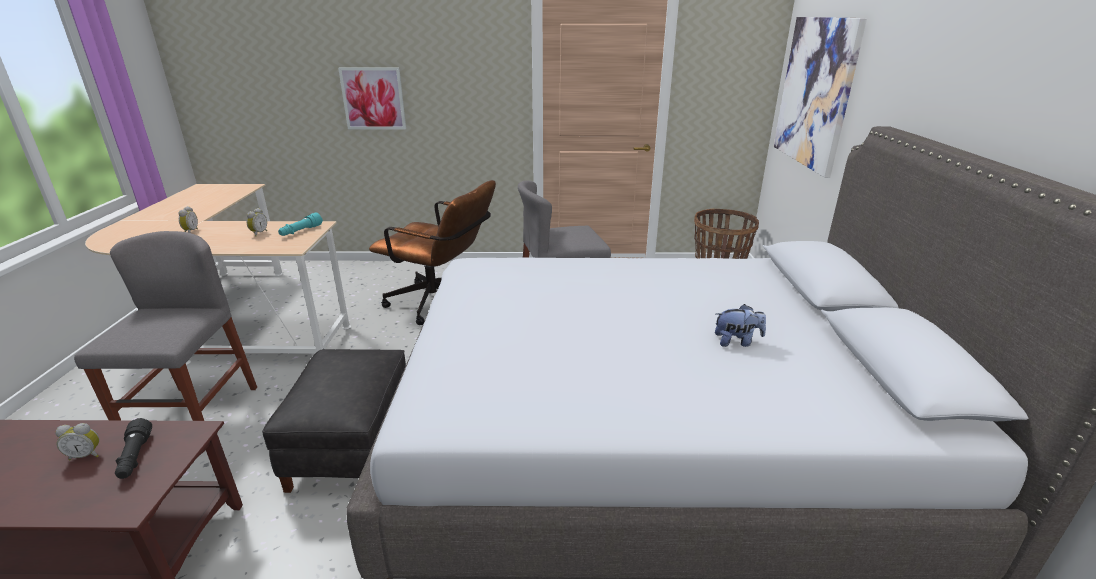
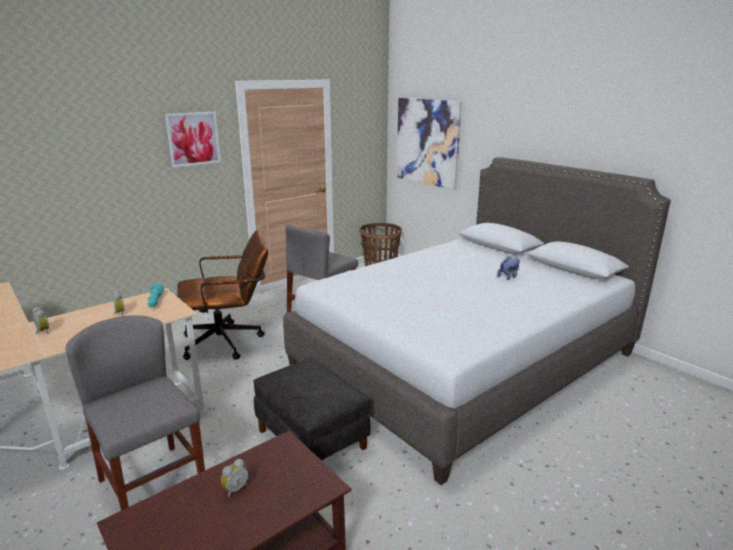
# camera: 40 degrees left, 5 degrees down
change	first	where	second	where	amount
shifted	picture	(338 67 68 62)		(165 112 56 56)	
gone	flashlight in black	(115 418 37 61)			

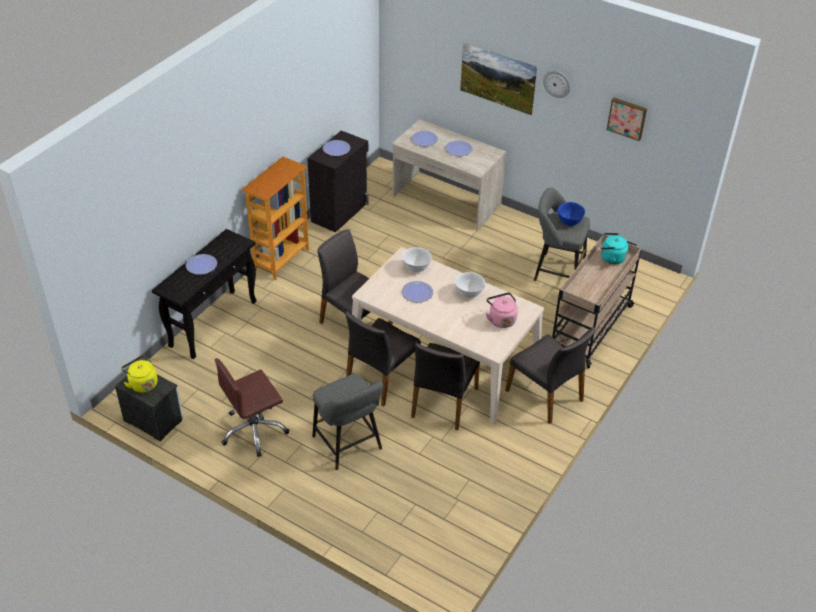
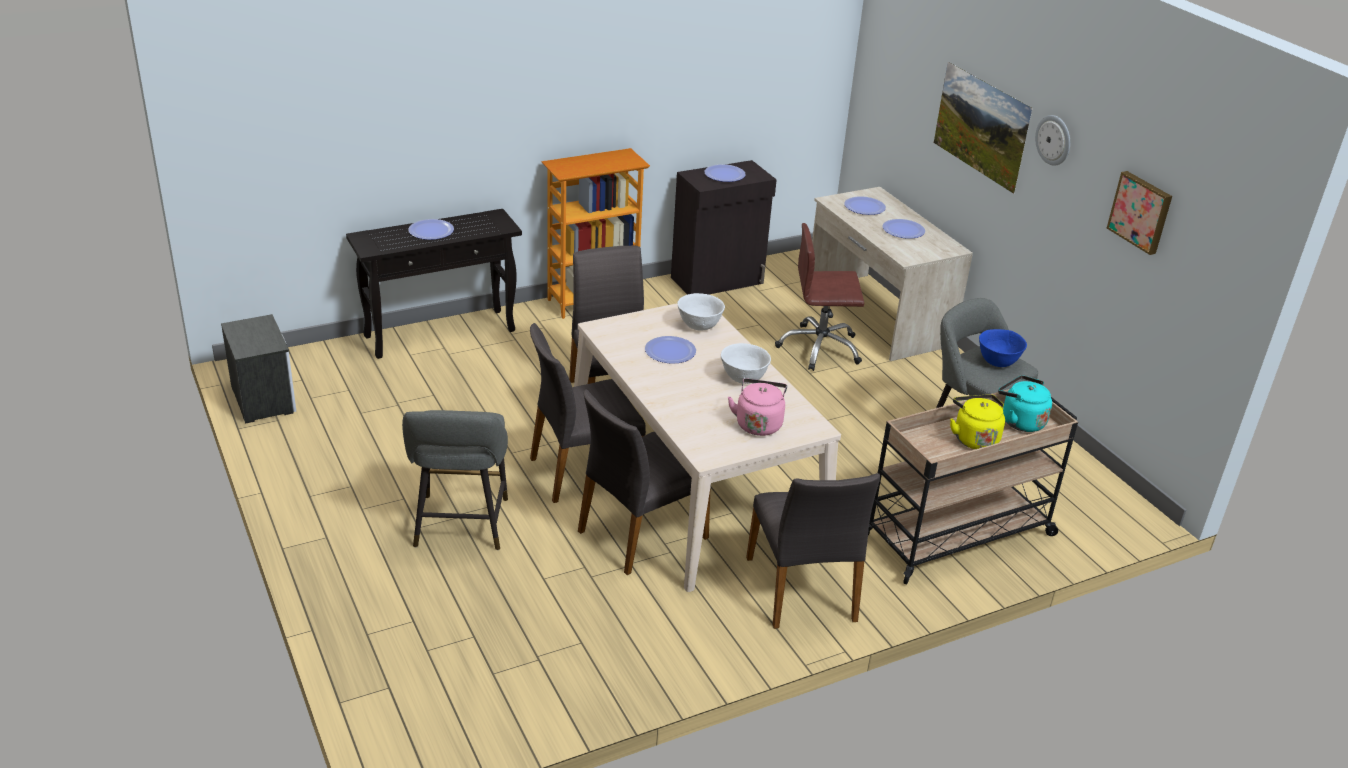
# camera: 30 degrees right, 10 degrees down
change	first	where	second	where	amount
shifted	kettle in yellow	(121 355 37 38)		(950 394 55 55)	
shifted	office chair in brown	(215 358 74 99)		(775 223 89 148)	

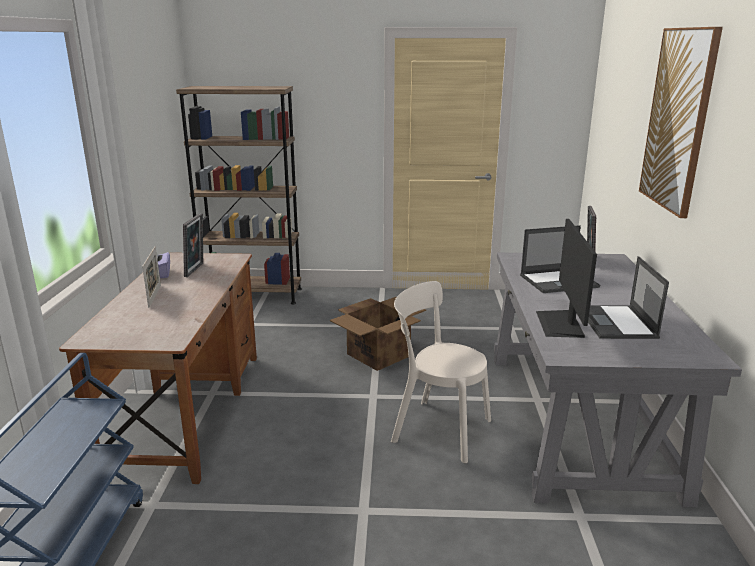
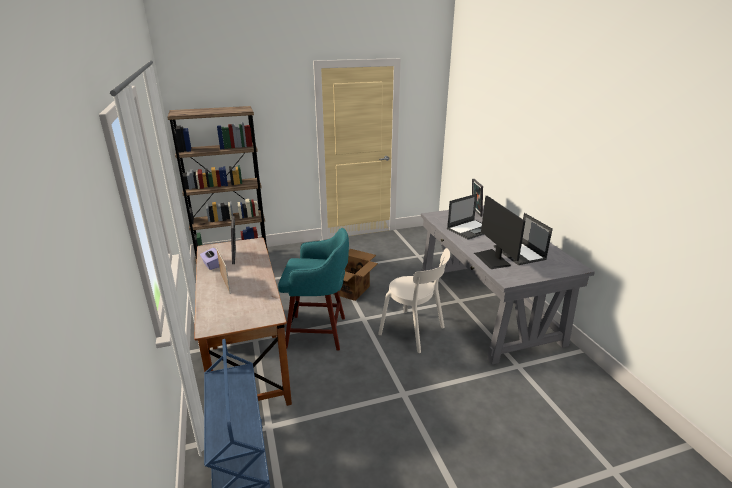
# camera: 20 degrees left, 5 degrees up
change	first	where	second	where	amount
gone	picture	(639 27 84 191)			
rotated	chair in beige	(391 281 100 182)		(378 248 72 105)	150 degrees counterclockwise
new			stool in turquoise	(278 228 71 123)	

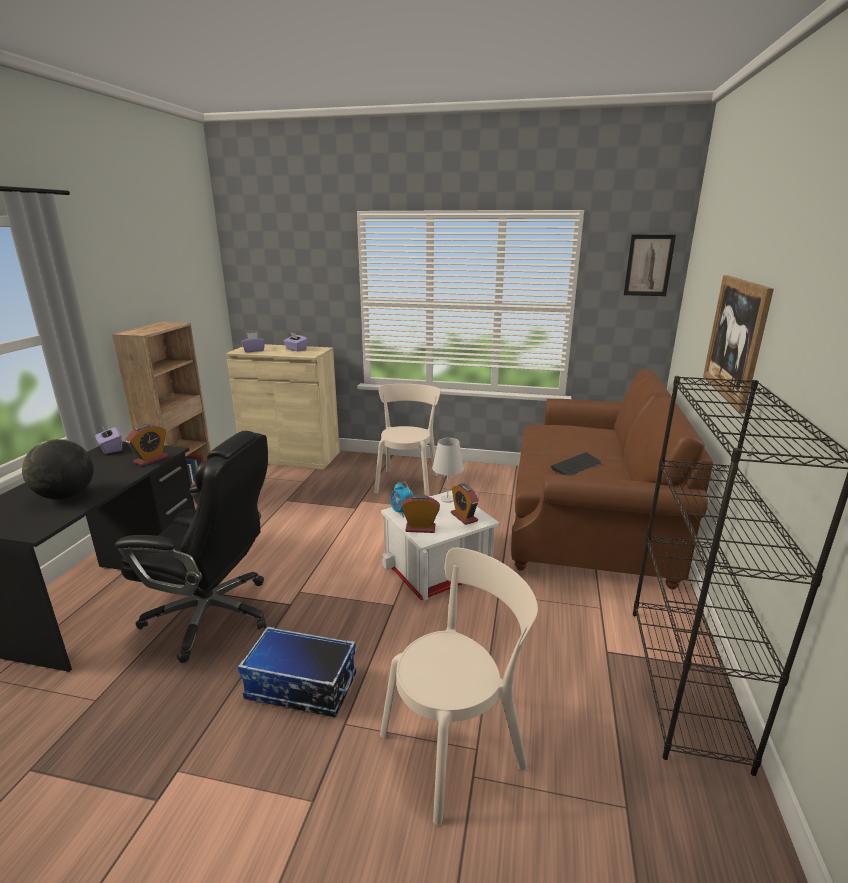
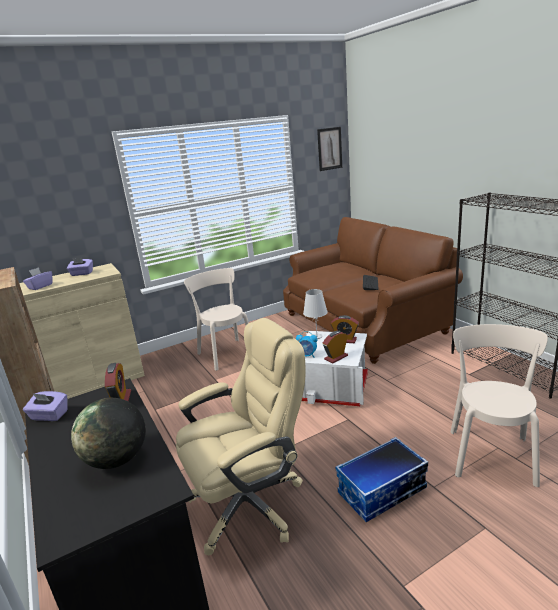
# camera: 40 degrees left, 0 degrees up
change	first	where	second	where	amount
gone	picture	(703 275 71 139)			
repainted	office chair in black	(115 431 153 232)	office chair in beige	(176 318 130 237)	

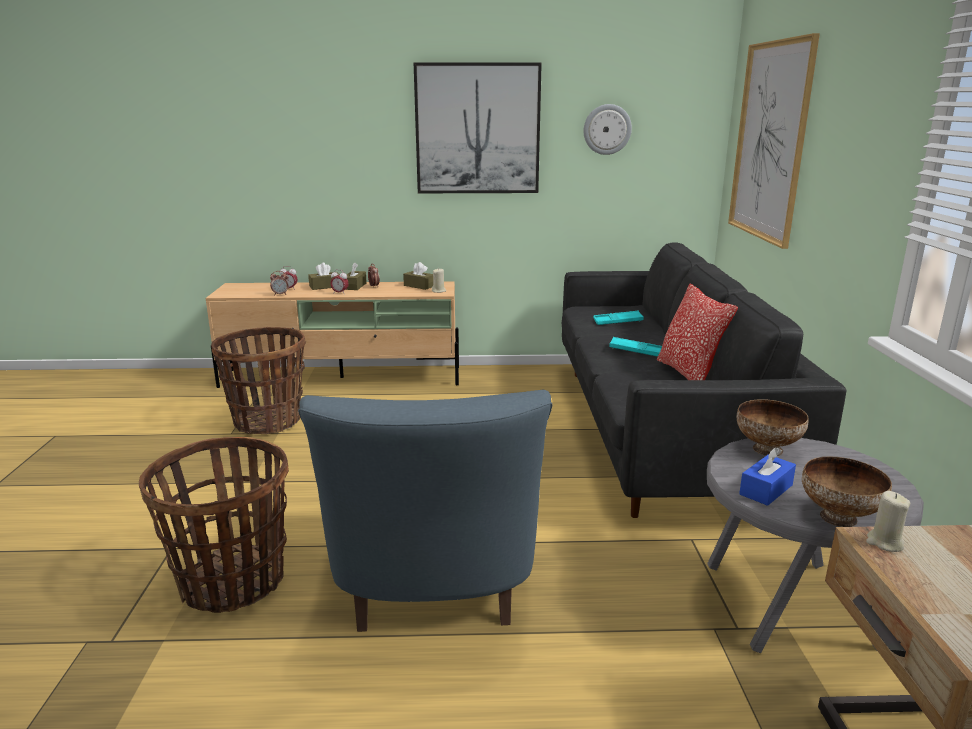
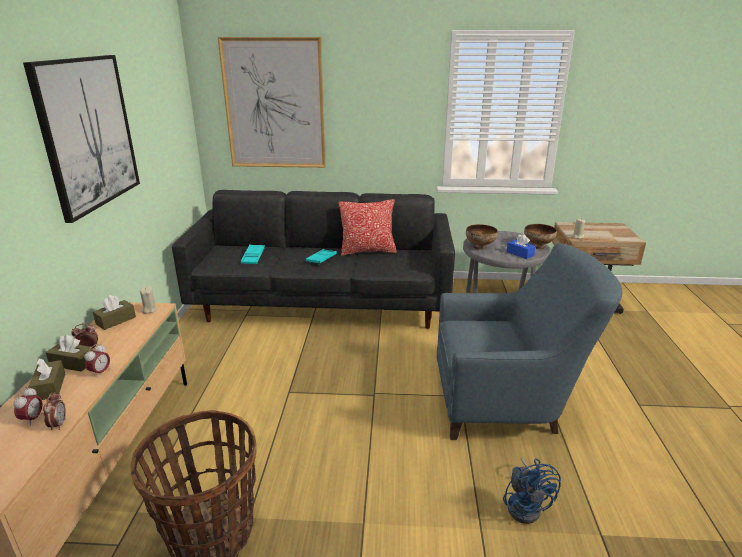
# camera: 85 degrees left, 5 degrees up
change	first	where	second	where	amount
gone	wall clock	(584 104 48 51)			
swapped	basket	(139 437 150 176)	fan in blue	(503 457 58 67)	

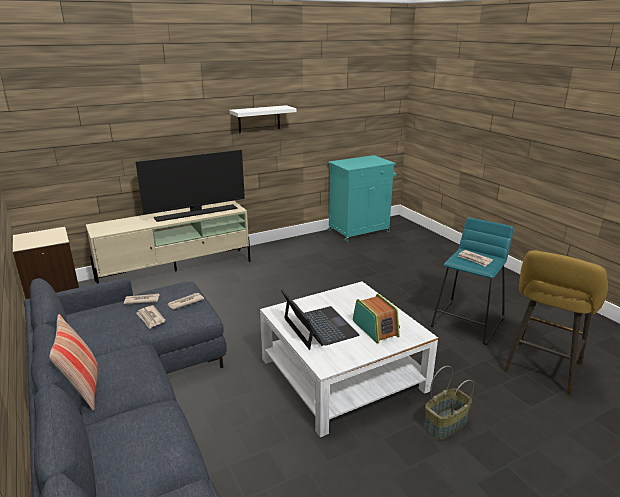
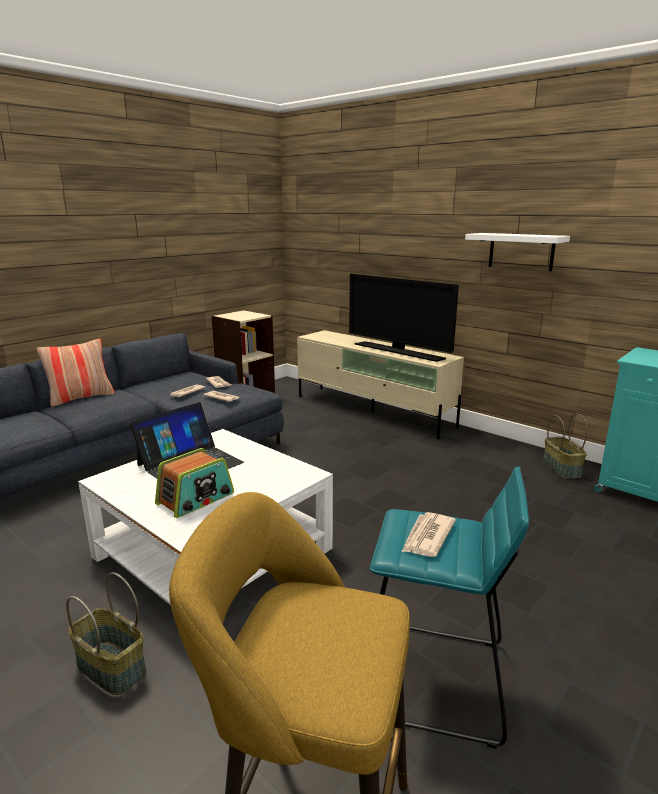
# camera: 70 degrees right, 5 degrees down
change	first	where	second	where	amount
new			basket	(543 414 44 65)	

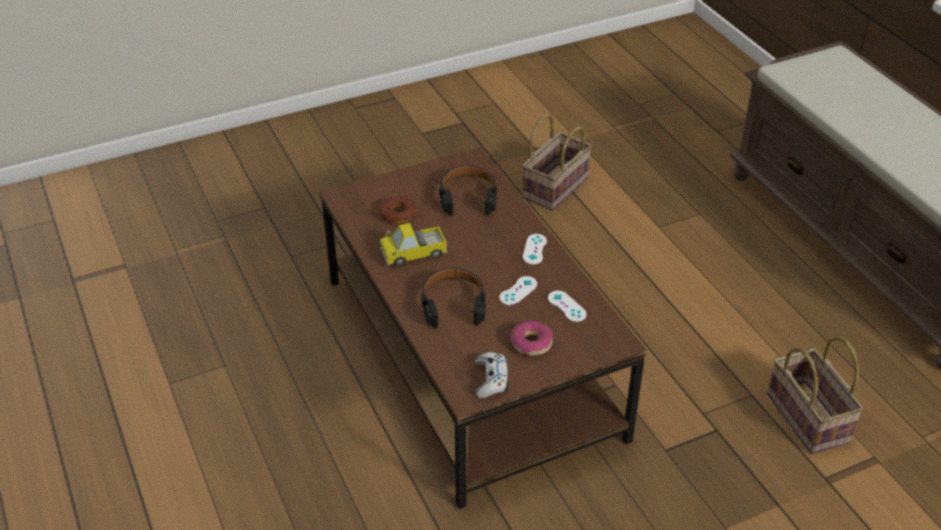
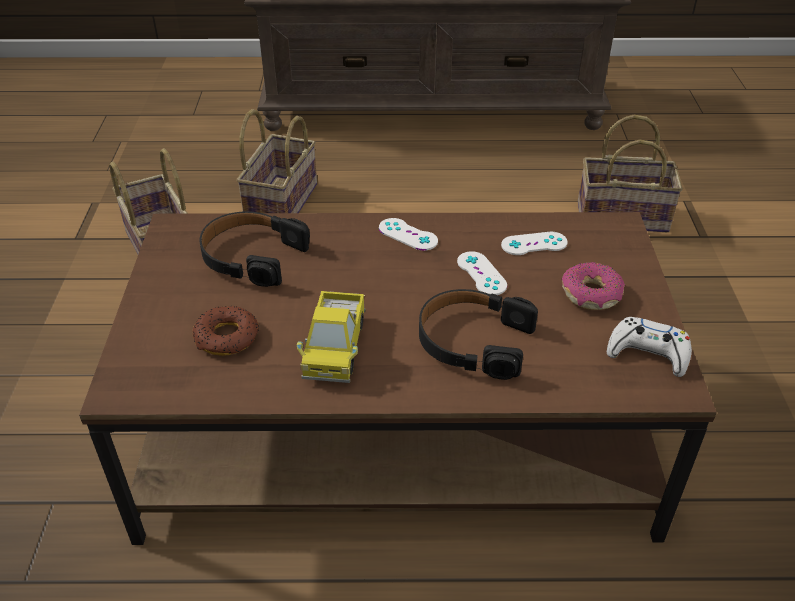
# camera: 65 degrees left, 0 degrees up
change	first	where	second	where	amount
new			basket	(236 109 81 104)	

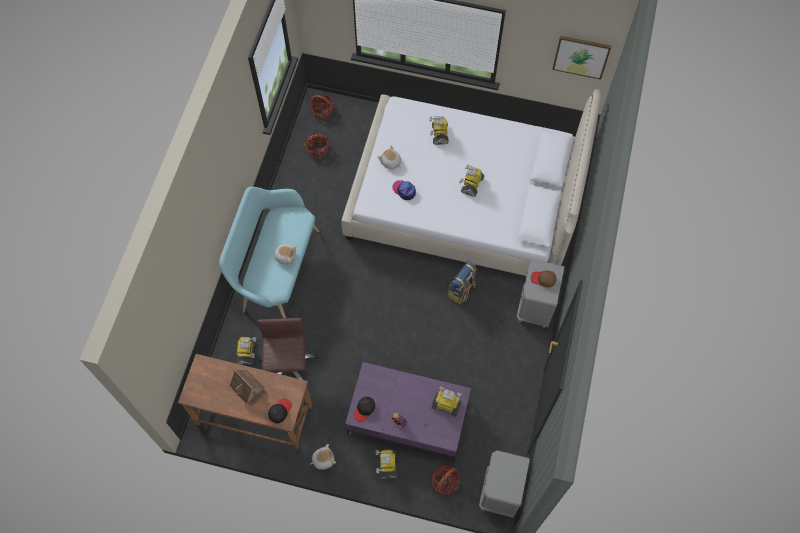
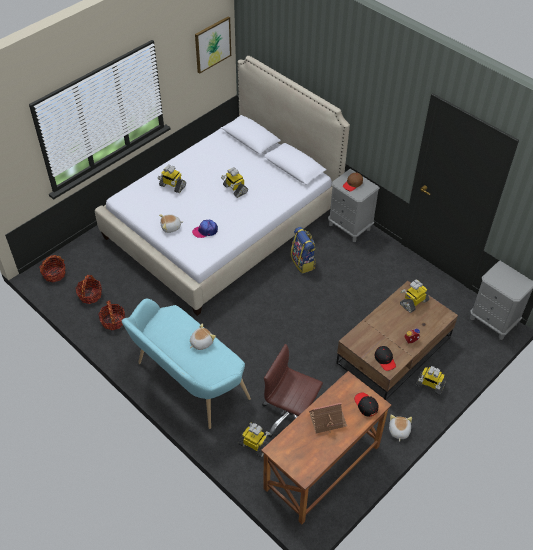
# camera: 60 degrees left, 15 degrees down
change	first	where	second	where	amount
repainted	coffee table in purple	(345 362 126 99)	coffee table in brown	(336 281 122 119)	
shifted	basket	(431 465 29 30)		(98 300 27 30)	

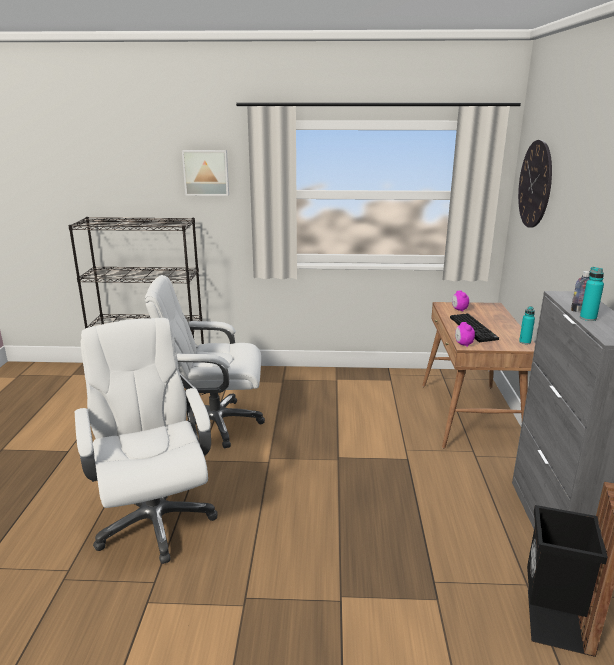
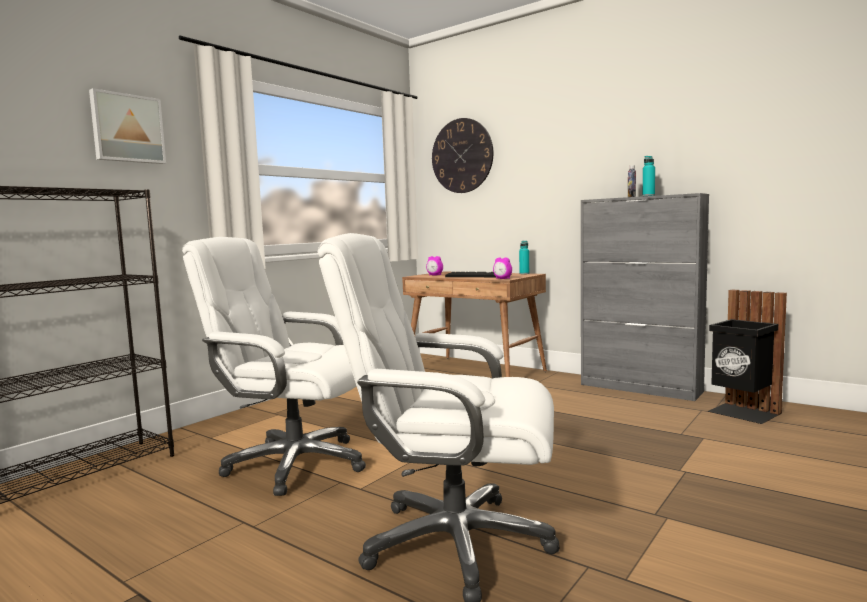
# camera: 55 degrees left, 15 degrees down
change	first	where	second	where	amount
rotated	office chair in white	(145 275 120 173)		(182 237 184 259)	75 degrees clockwise

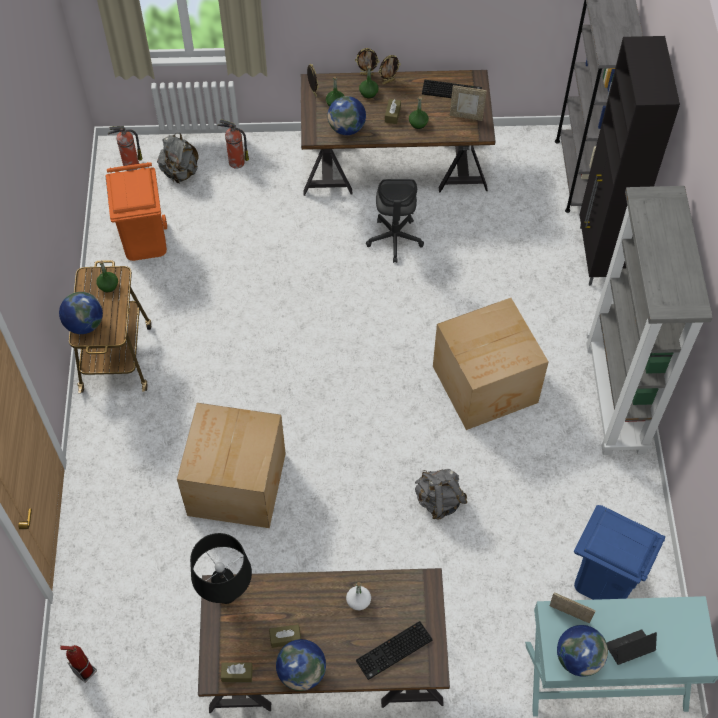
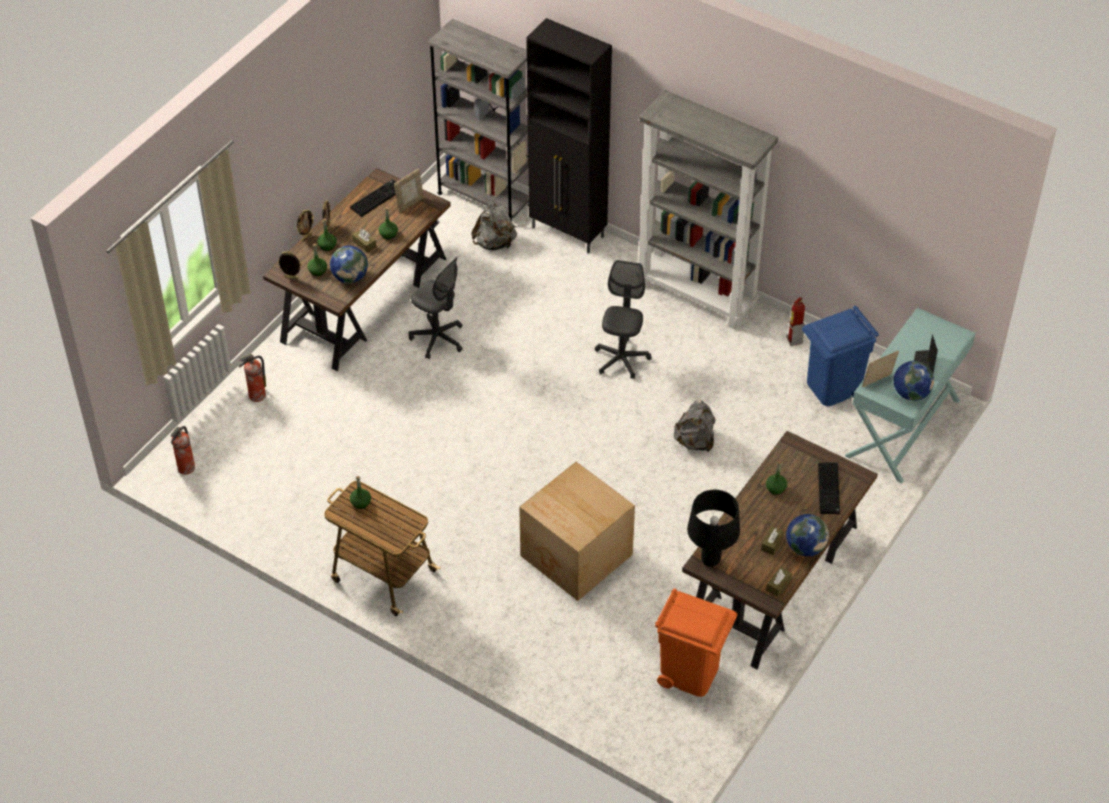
# camera: 55 degrees left, 10 degrees down
change	first	where	second	where	amount
shifted	backpack in grey	(157 132 42 51)		(471 201 46 49)	
shifted	trash can in orange	(106 162 61 99)		(655 588 82 109)	
gone	globe	(59 292 44 42)			
swapped	cardboard box	(433 298 115 132)	office chair in grey	(595 260 57 119)	
repainted	bottle in white	(346 582 25 28)	bottle in green	(766 461 21 34)	
shifted	fire extinguisher	(60 645 37 38)		(786 297 19 49)	

